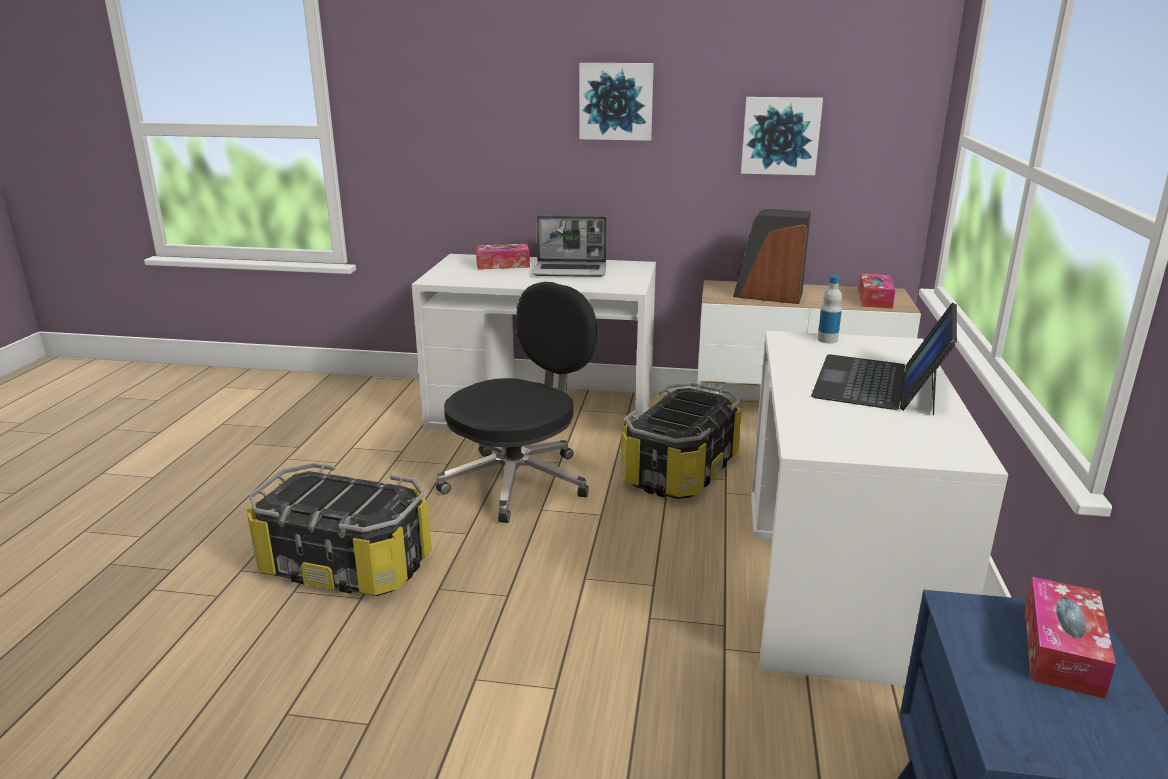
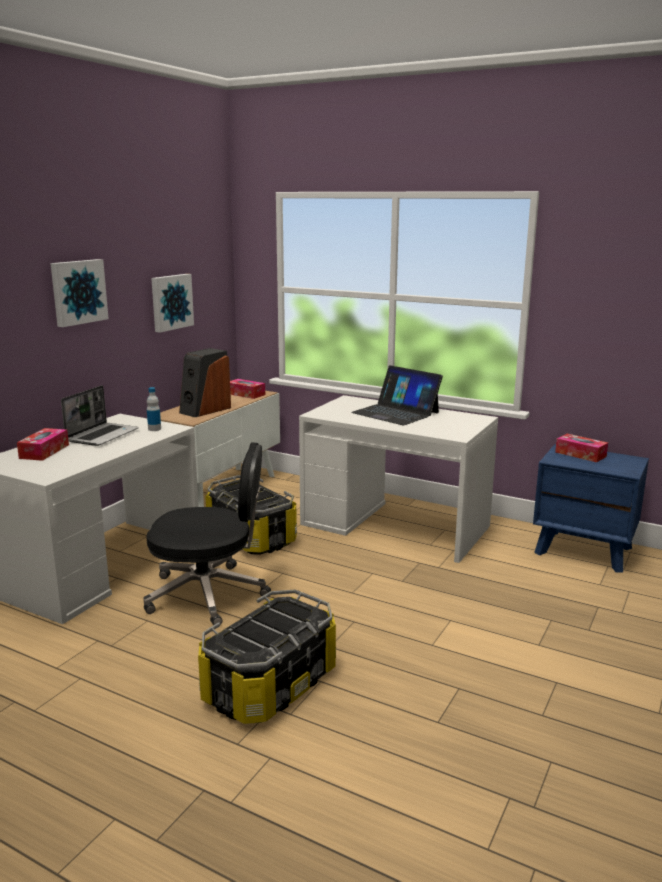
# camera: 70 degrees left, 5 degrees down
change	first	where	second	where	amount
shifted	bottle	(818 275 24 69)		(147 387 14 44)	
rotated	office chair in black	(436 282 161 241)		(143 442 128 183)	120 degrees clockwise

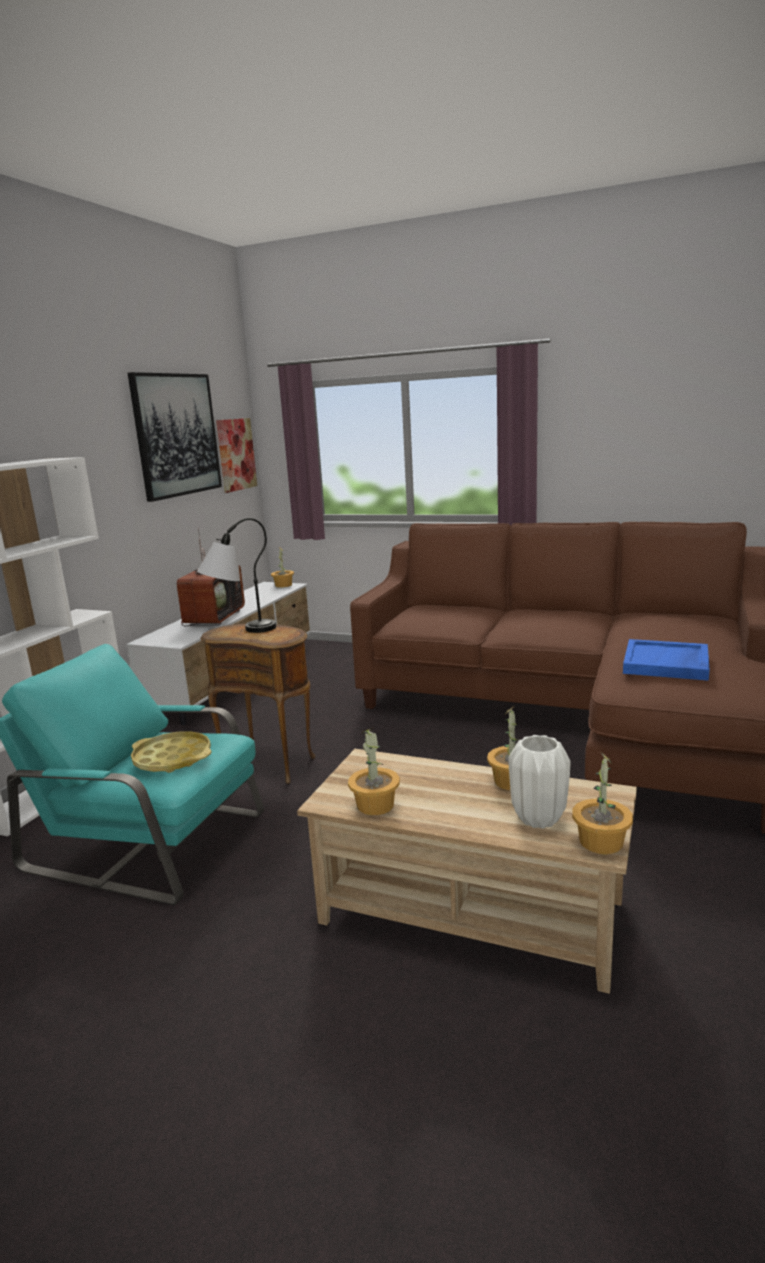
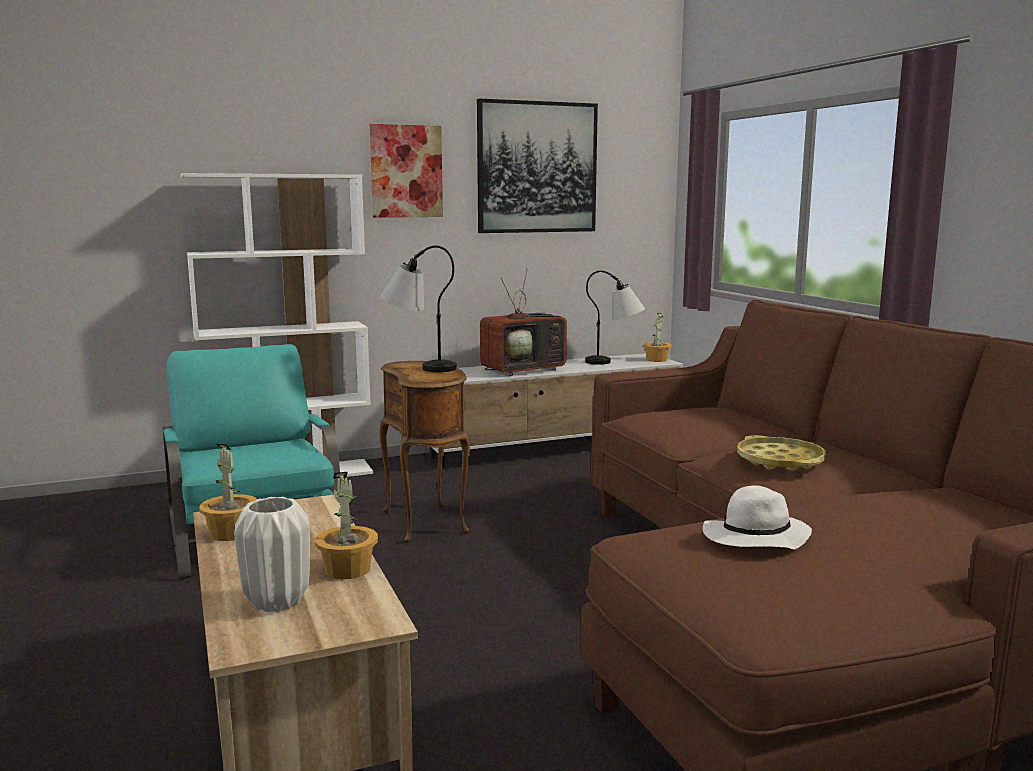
# camera: 45 degrees right, 5 degrees down
change	first	where	second	where	amount
shifted	picture	(216 418 41 75)		(370 124 73 94)	
swapped	tray in blue	(623 639 87 42)	hat in white	(702 485 110 65)	
shifted	tray in yellow	(131 731 80 42)		(737 435 89 36)	
gone	potted plant	(572 751 61 103)			
new			table lamp	(585 271 60 94)	

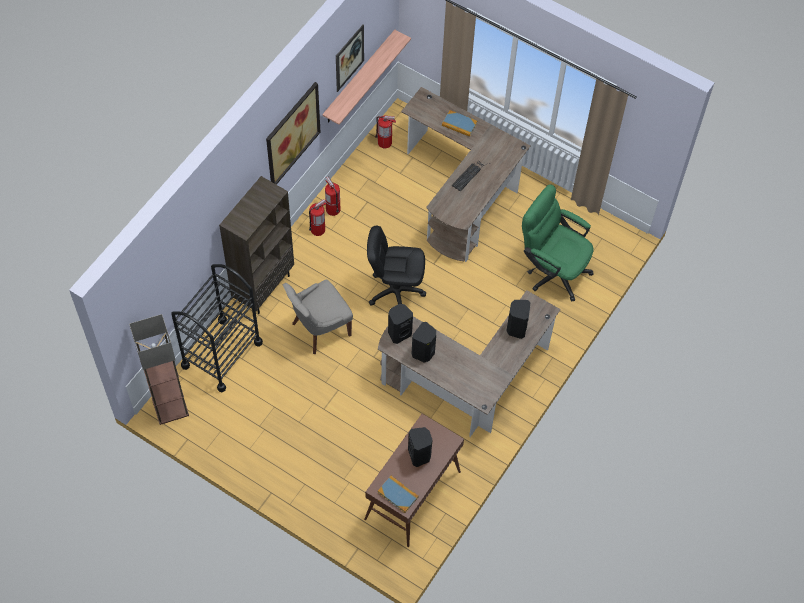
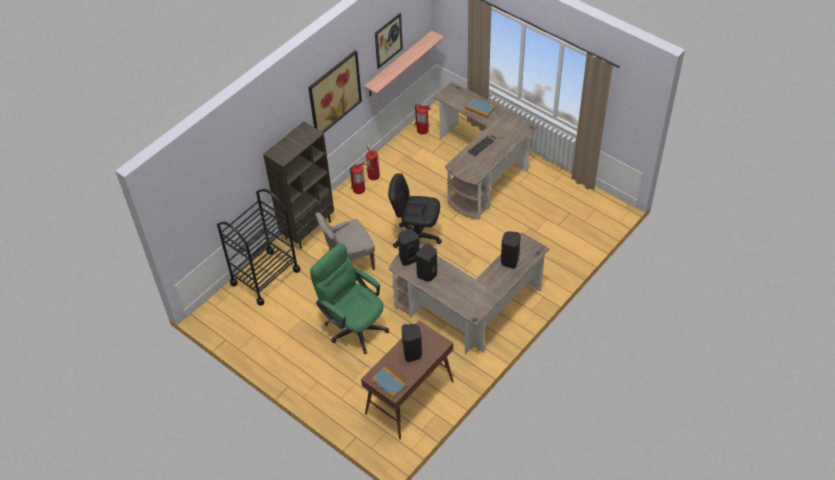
# camera: 10 degrees right, 10 degrees down
change	first	where	second	where	amount
shifted	office chair in green	(522 184 72 118)		(310 243 79 111)	
gone	floor lamp	(129 314 60 111)			

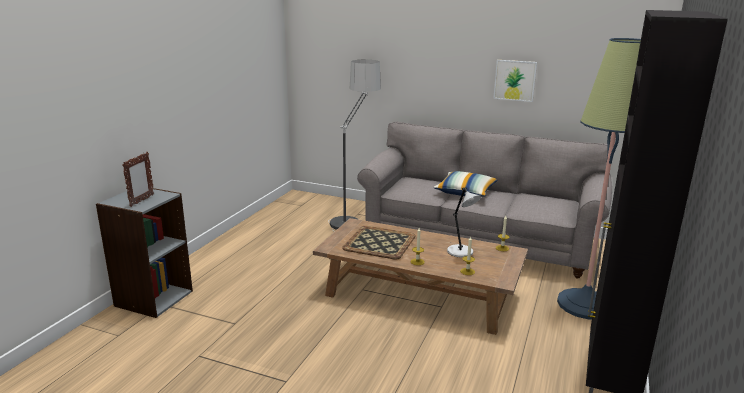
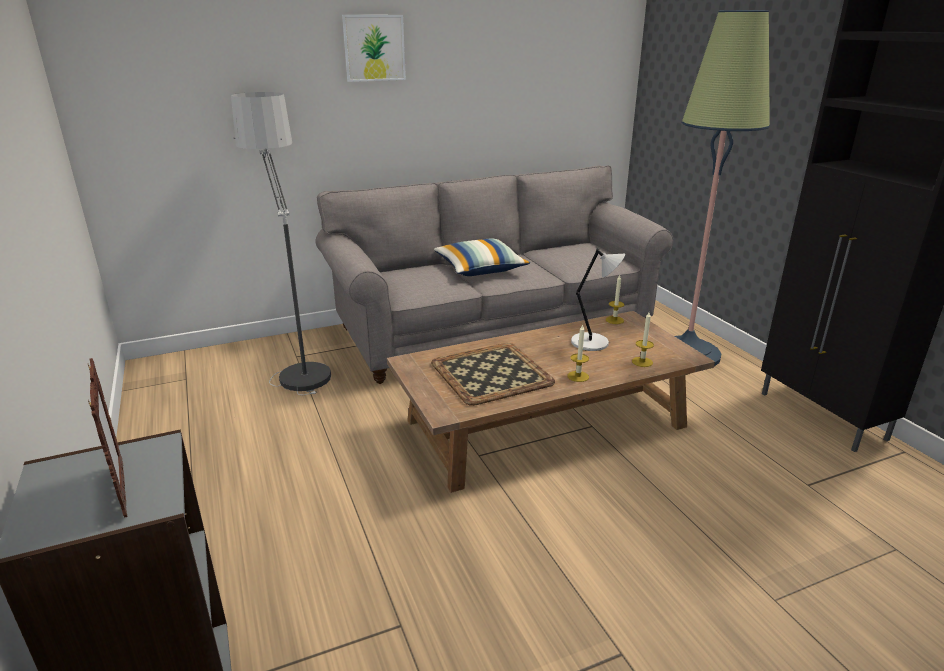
# camera: 45 degrees left, 5 degrees up
change	first	where	second	where	amount
shifted	picture	(493 60 44 42)		(342 15 64 67)	

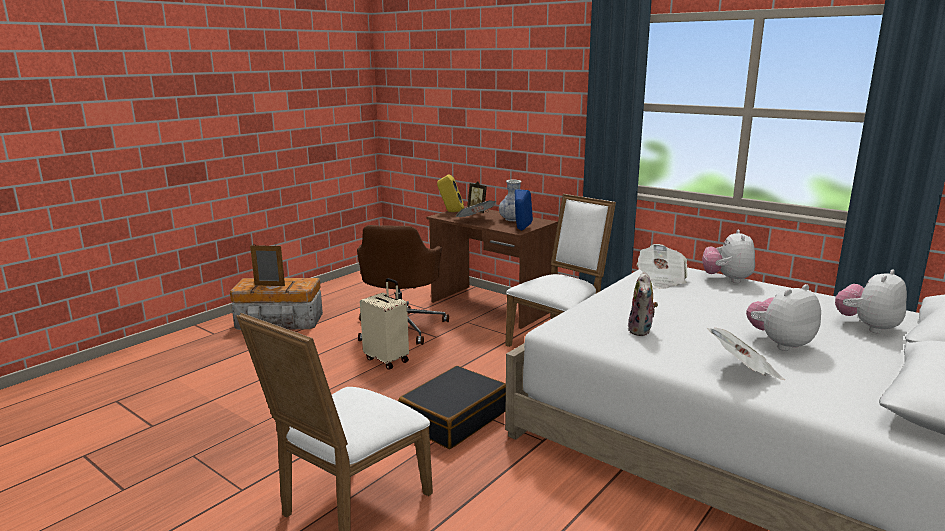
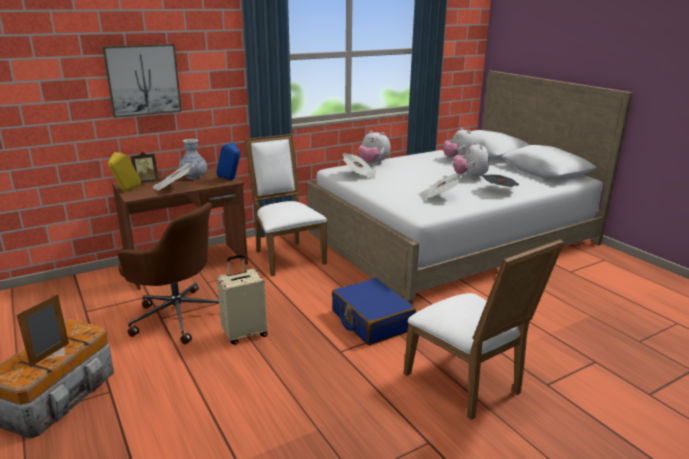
# camera: 70 degrees left, 5 degrees up
change	first	where	second	where	amount
swapped	plush toy	(628 272 30 64)	newspaper	(418 174 44 25)	
repainted	suitcase in black	(398 366 108 83)	suitcase in blue	(332 278 84 67)	
new			picture	(102 44 80 74)	

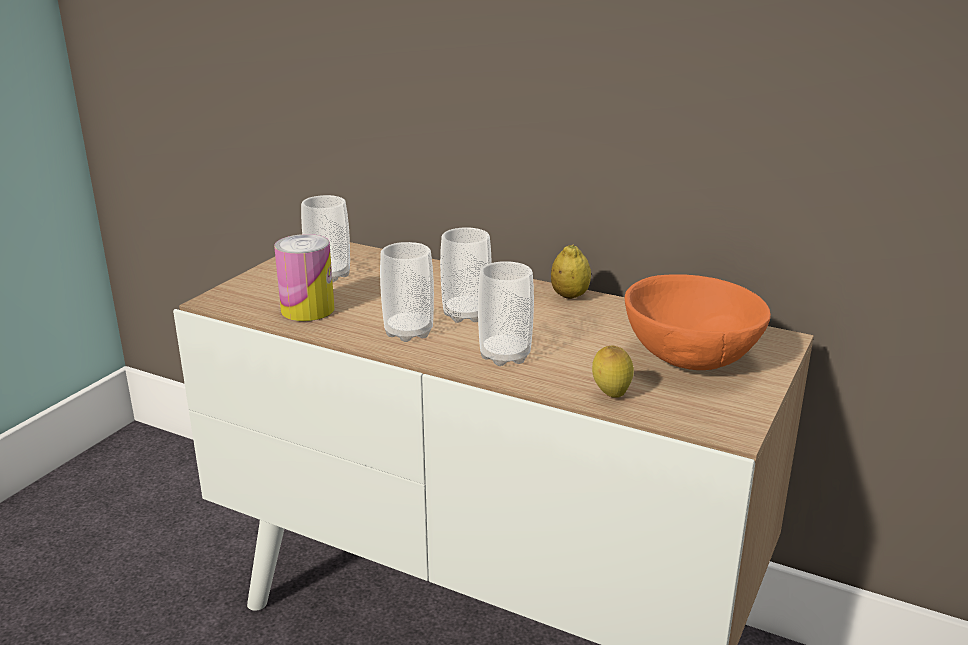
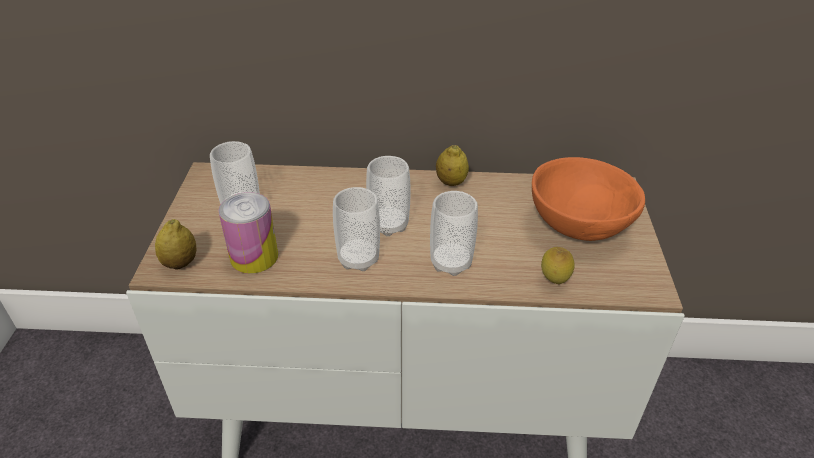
# camera: 25 degrees left, 15 degrees up
change	first	where	second	where	amount
new			lemon	(155 219 41 51)	

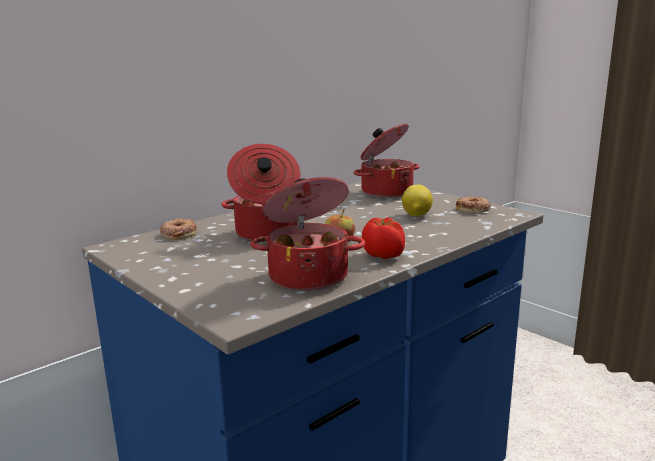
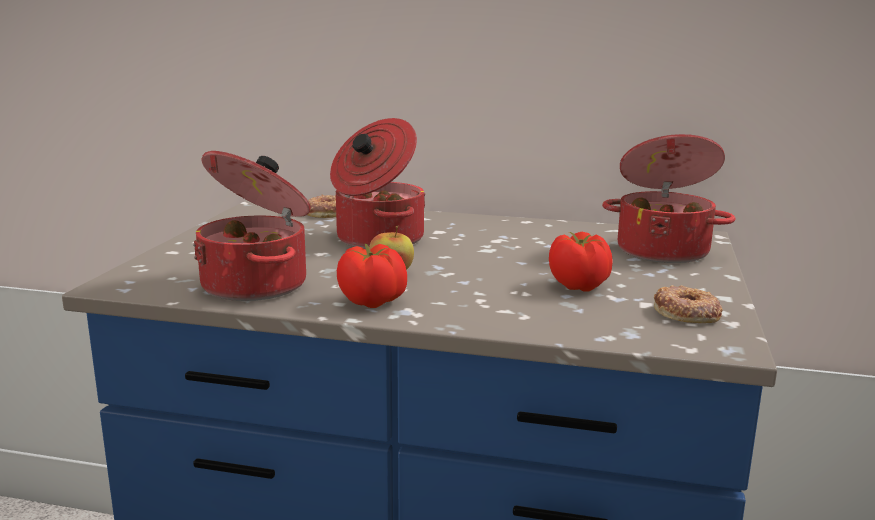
# camera: 55 degrees right, 0 degrees up
change	first	where	second	where	amount
swapped	lemon	(402 185 31 31)	tomato	(549 232 64 60)	

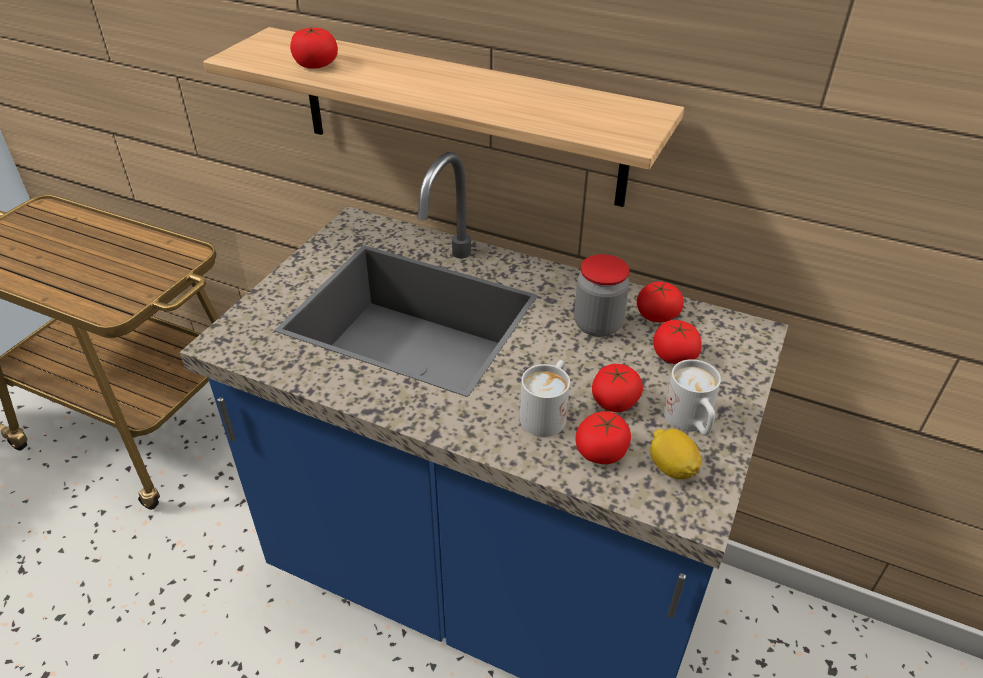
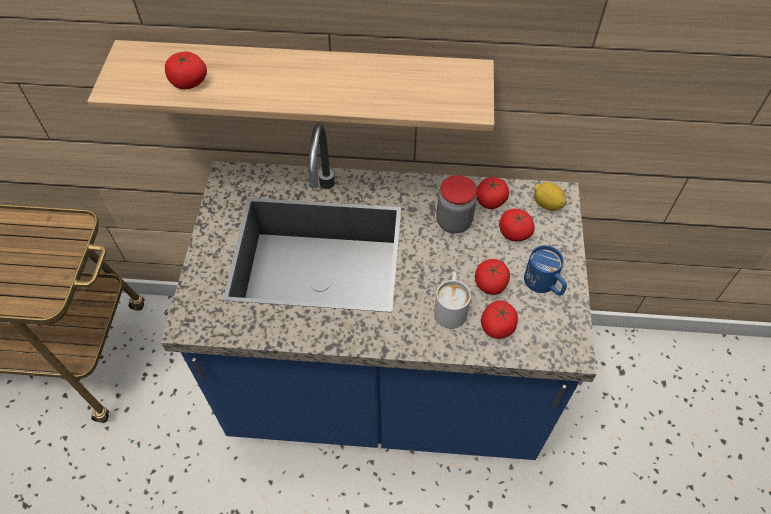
# camera: 20 degrees left, 15 degrees up
change	first	where	second	where	amount
repainted	mug in white	(664 359 57 77)	mug in blue	(524 245 43 51)	
shifted	lemon	(650 429 51 50)		(534 182 33 29)	

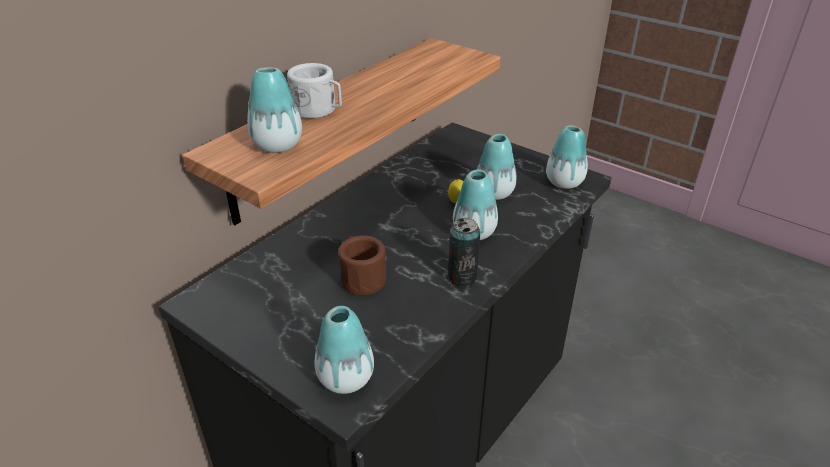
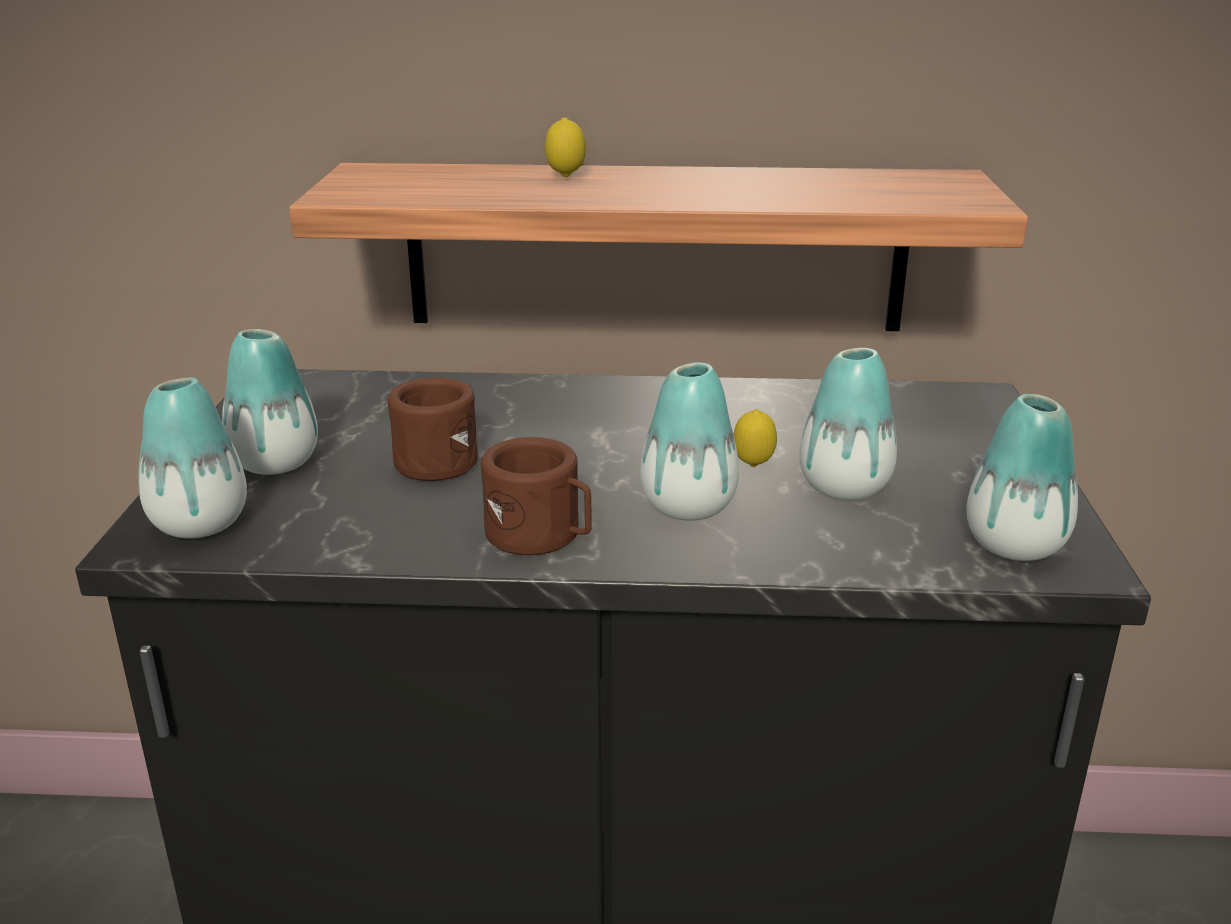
# camera: 55 degrees right, 10 degrees down
change	first	where	second	where	amount
swapped	mug in white	(287 63 55 56)	lemon	(545 117 41 60)	
shifted	vase	(247 67 55 86)		(222 329 96 146)	
swapped	can	(448 218 32 69)	mug in brown	(481 437 111 118)	

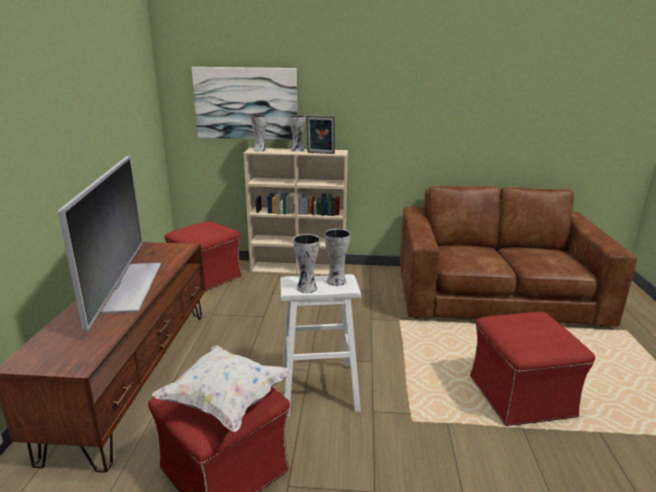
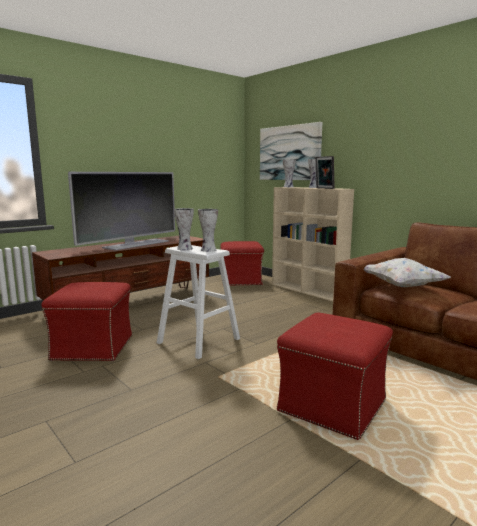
# camera: 45 degrees right, 10 degrees down
change	first	where	second	where	amount
shifted	pillow in white	(152 345 141 87)		(364 258 87 29)	

